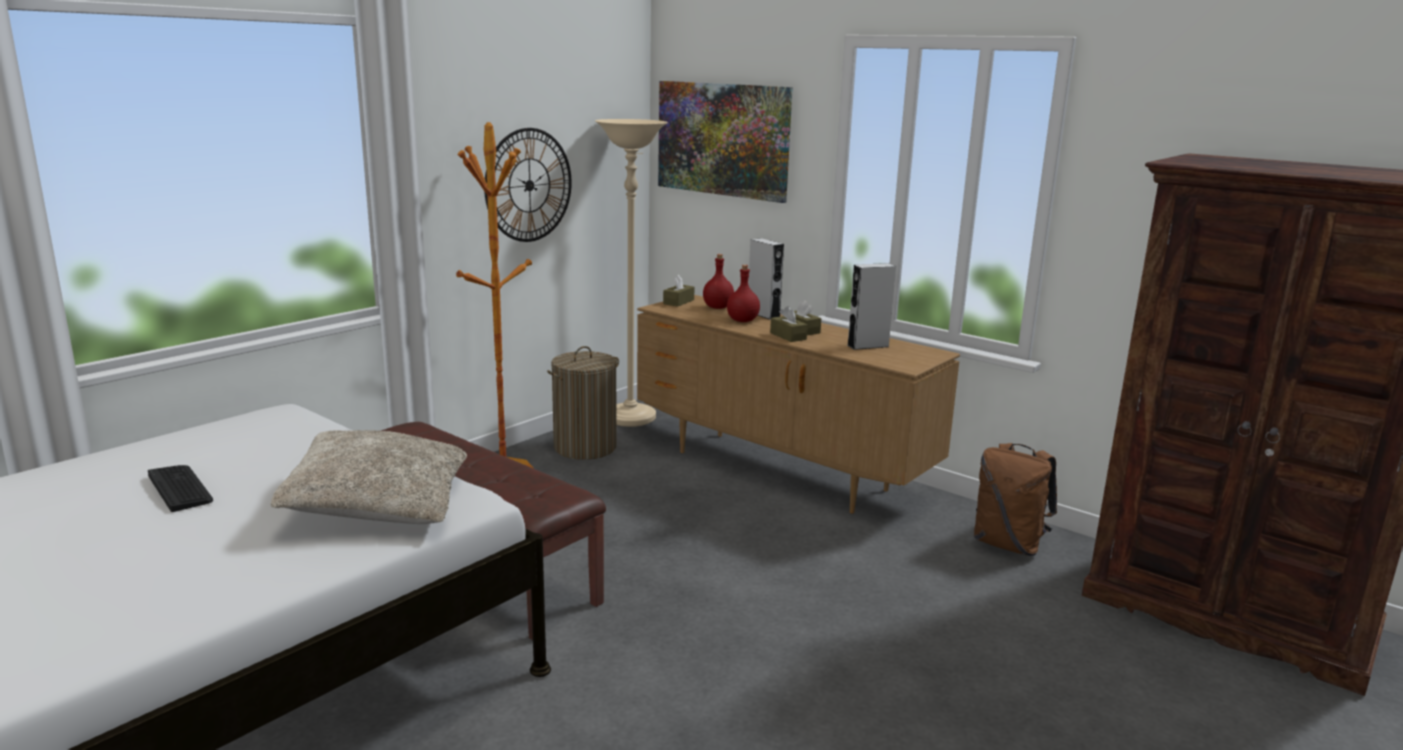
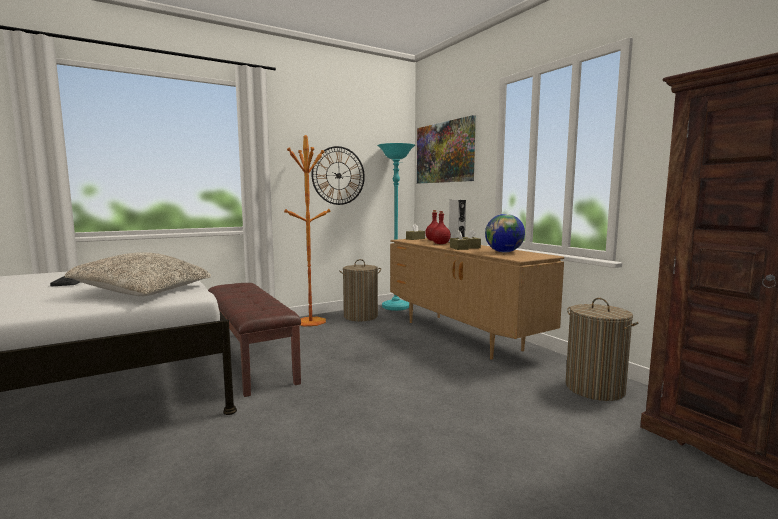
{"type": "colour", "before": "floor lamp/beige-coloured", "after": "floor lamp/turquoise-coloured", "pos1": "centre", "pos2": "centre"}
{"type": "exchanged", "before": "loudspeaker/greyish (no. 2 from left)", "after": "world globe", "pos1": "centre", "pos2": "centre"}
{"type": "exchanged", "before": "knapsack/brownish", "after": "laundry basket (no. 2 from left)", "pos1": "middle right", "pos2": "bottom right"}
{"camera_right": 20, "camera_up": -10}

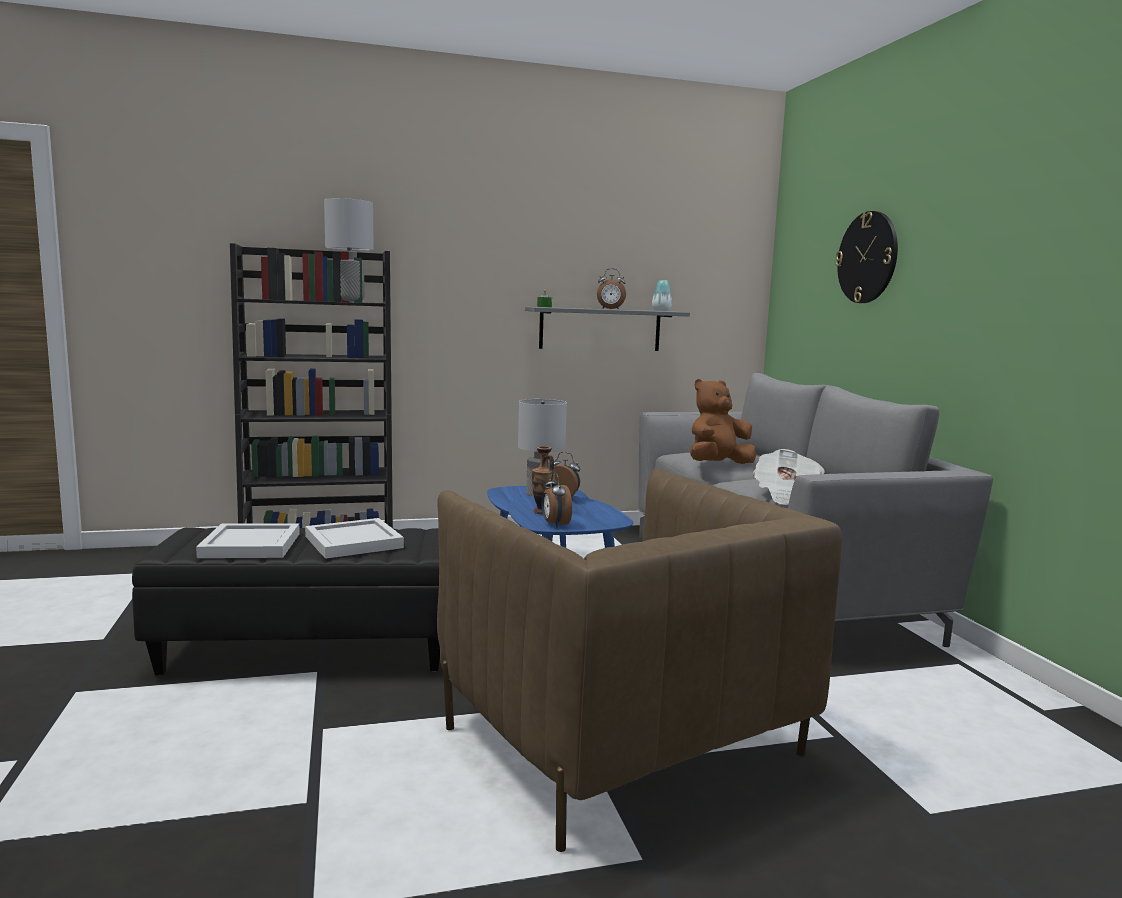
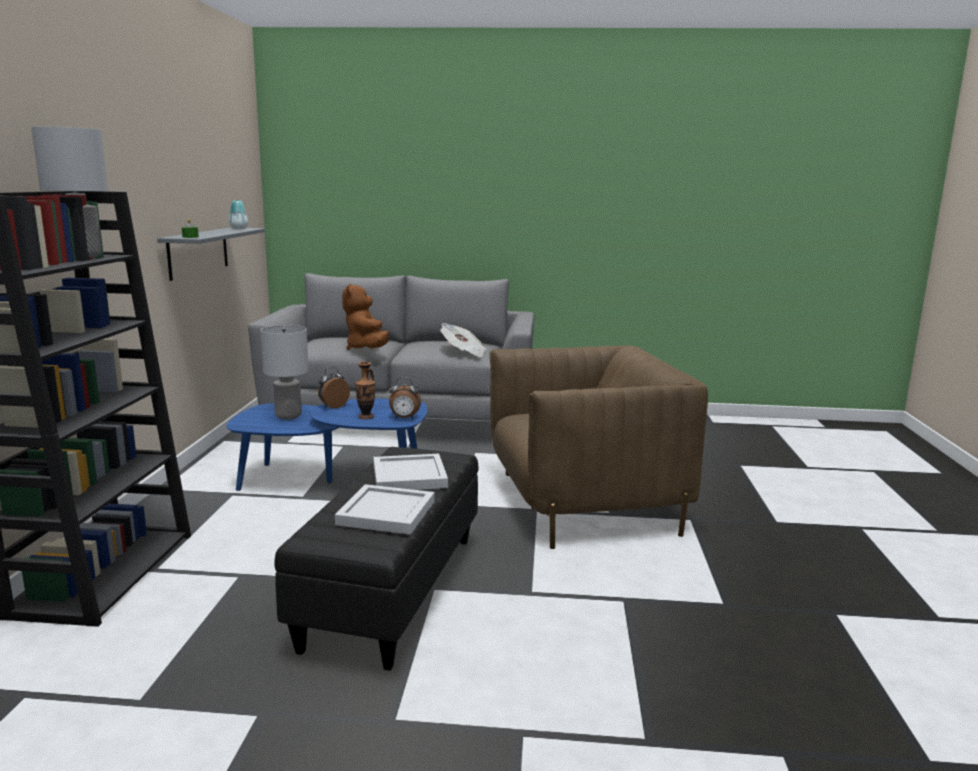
{"type": "missing", "before": "alarm clock (no. 3 from left)", "pos1": "top centre"}
{"type": "missing", "before": "wall clock", "pos1": "top right"}
{"camera_right": -70, "camera_up": 5}

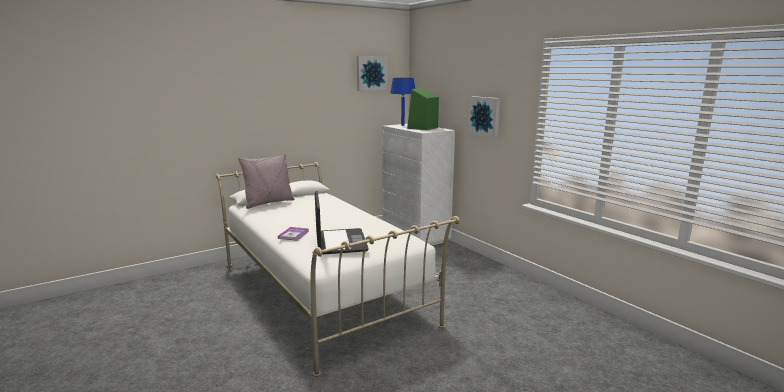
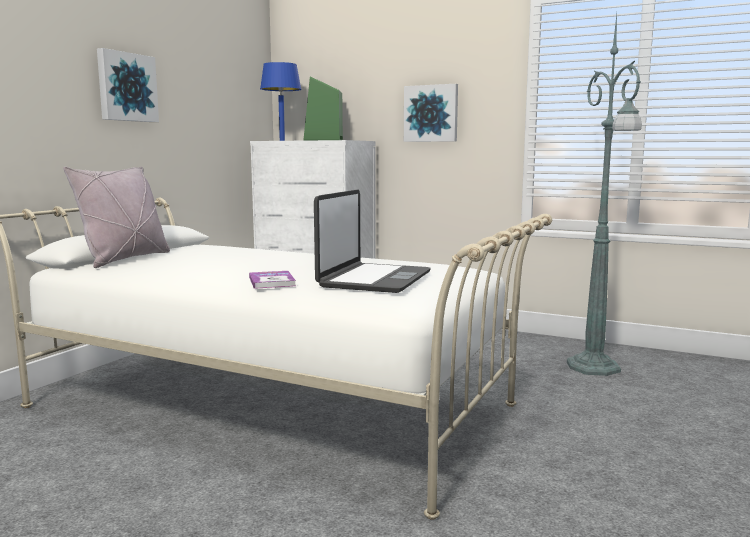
{"type": "relocated", "before": "wall picture (no. 1 from left)", "pos1": "top centre", "pos2": "top left"}
{"type": "spun", "before": "notebook computer", "pos1": "centre", "pos2": "centre", "turn": 60}
{"type": "appeared", "after": "floor lamp/green", "pos2": "middle right"}
{"camera_right": -30, "camera_up": -5}

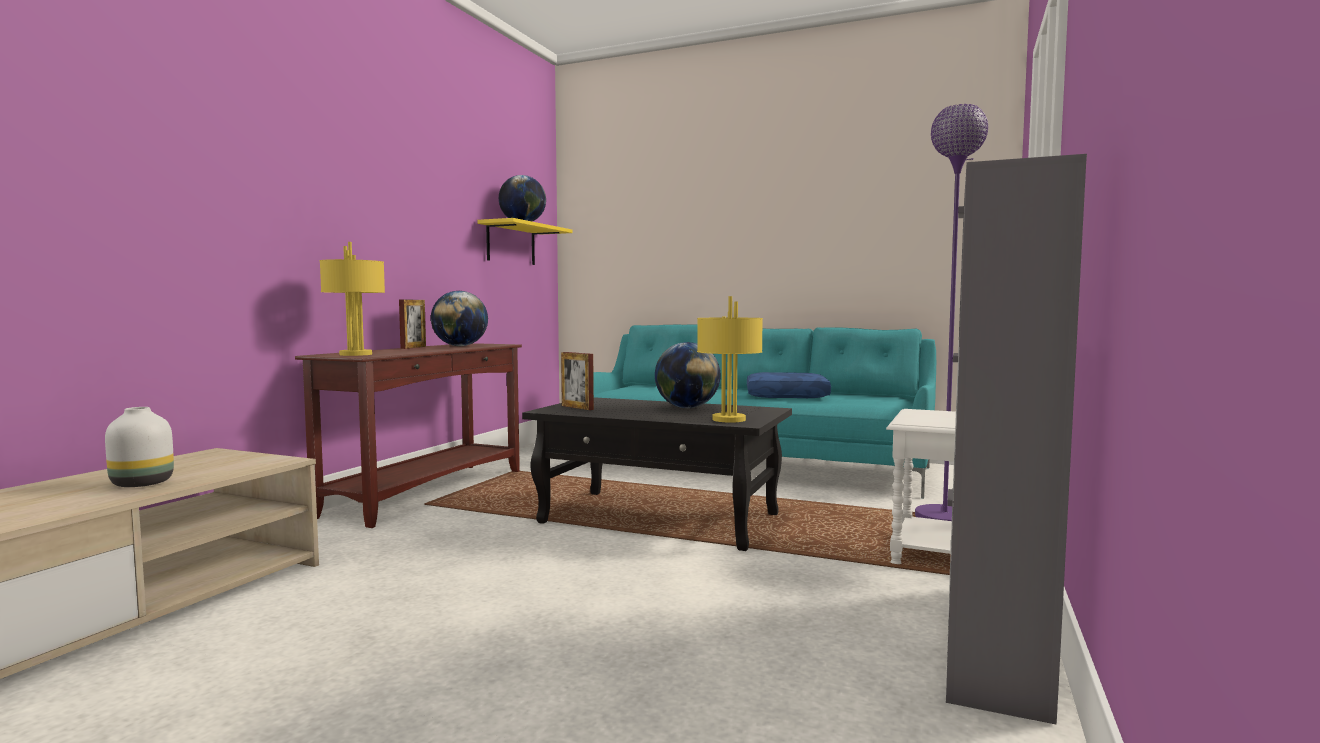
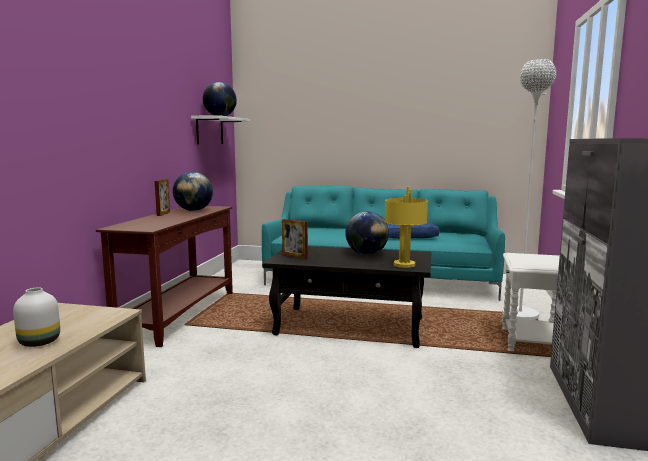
{"type": "colour", "before": "shelf/yellowish", "after": "shelf/whitish", "pos1": "top centre", "pos2": "top centre"}
{"type": "colour", "before": "floor lamp/purplish", "after": "floor lamp/whitish", "pos1": "middle right", "pos2": "middle right"}
{"type": "missing", "before": "tabletop lamp/yellowish (no. 1 from left)", "pos1": "middle left"}
{"camera_right": -10, "camera_up": 5}

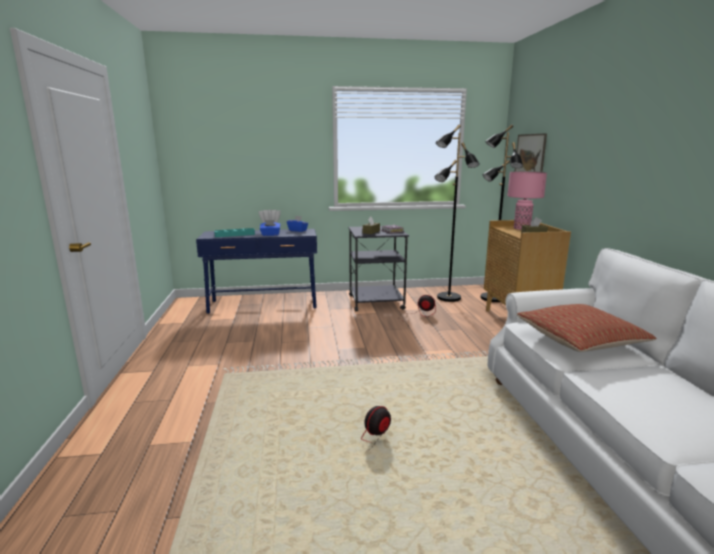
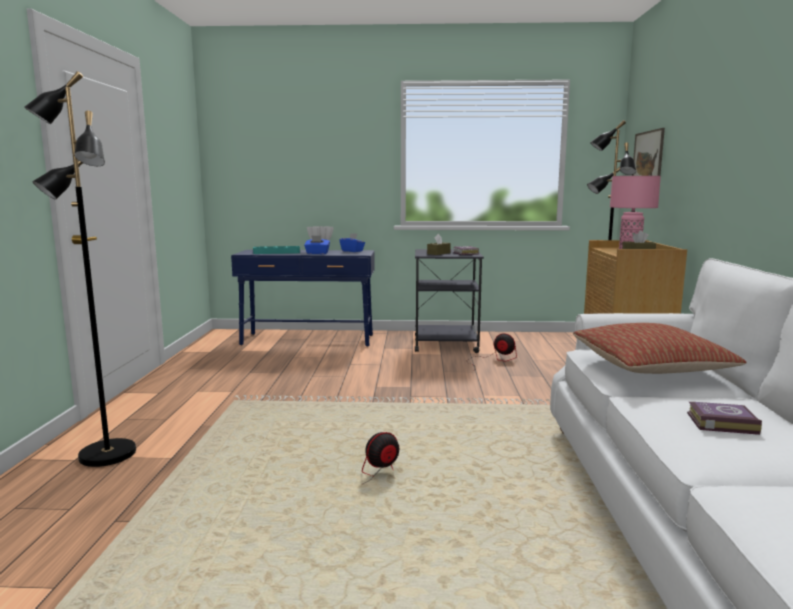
{"type": "relocated", "before": "floor lamp/black-coloured (no. 1 from left)", "pos1": "centre", "pos2": "middle left"}
{"type": "appeared", "after": "volume (no. 2 from left)", "pos2": "bottom right"}
{"camera_right": 10, "camera_up": -5}

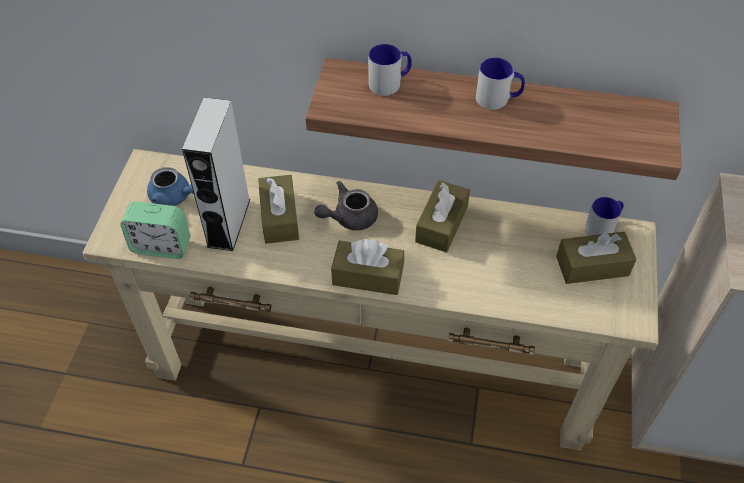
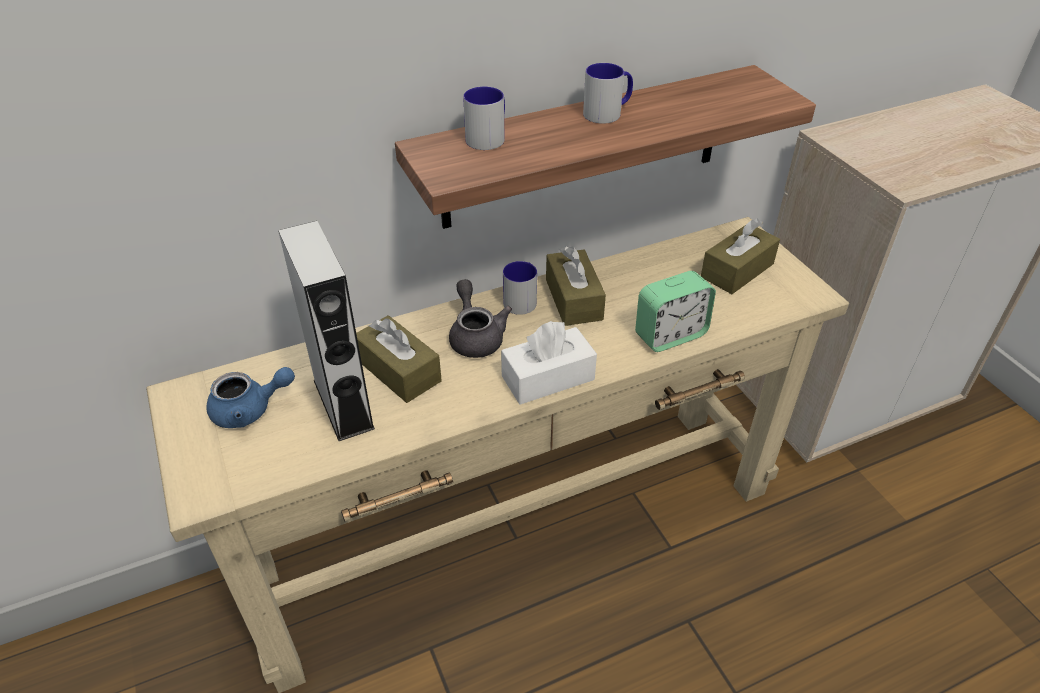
{"type": "spun", "before": "tea pot/greyish", "pos1": "centre", "pos2": "centre", "turn": 135}
{"type": "colour", "before": "tissue box/brownish (no. 2 from left)", "after": "tissue box/whitish", "pos1": "centre", "pos2": "centre"}
{"type": "relocated", "before": "tea mug (no. 3 from left in the first image)", "after": "tea mug (no. 2 from left)", "pos1": "middle right", "pos2": "centre"}
{"type": "relocated", "before": "alarm clock", "pos1": "middle left", "pos2": "centre"}
{"camera_right": -35, "camera_up": -10}

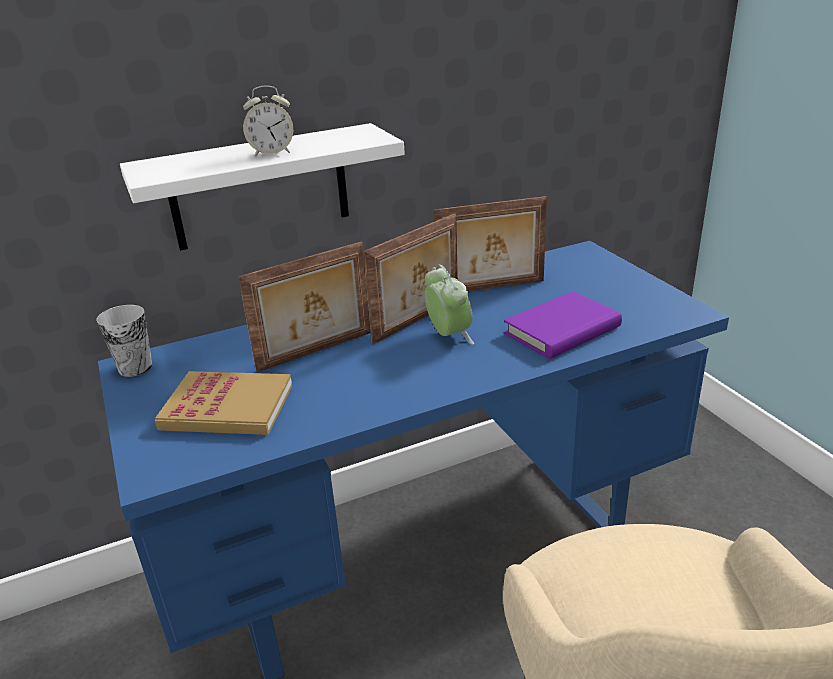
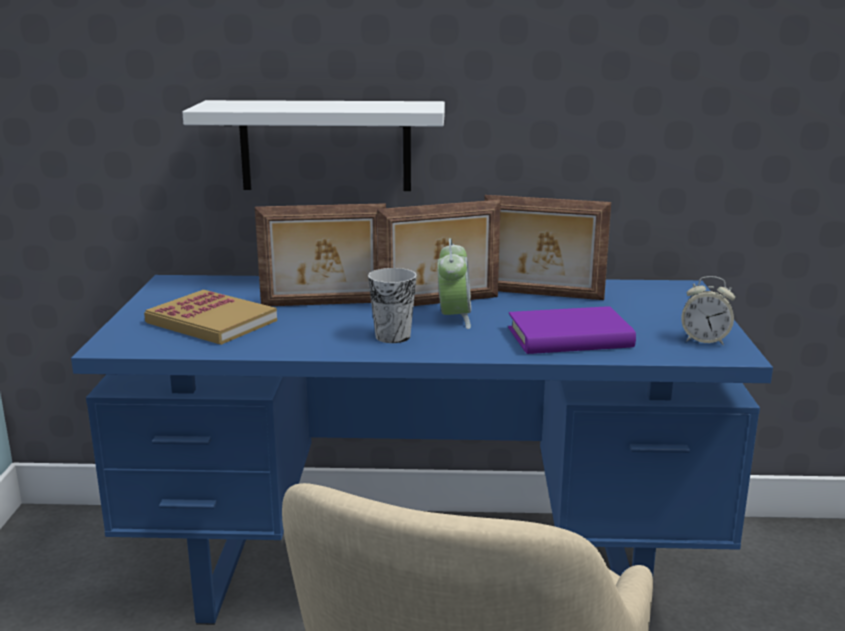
{"type": "relocated", "before": "cup", "pos1": "middle left", "pos2": "centre"}
{"type": "relocated", "before": "alarm clock (no. 1 from left in the first image)", "after": "alarm clock (no. 2 from left)", "pos1": "top left", "pos2": "middle right"}
{"camera_right": 25, "camera_up": -10}

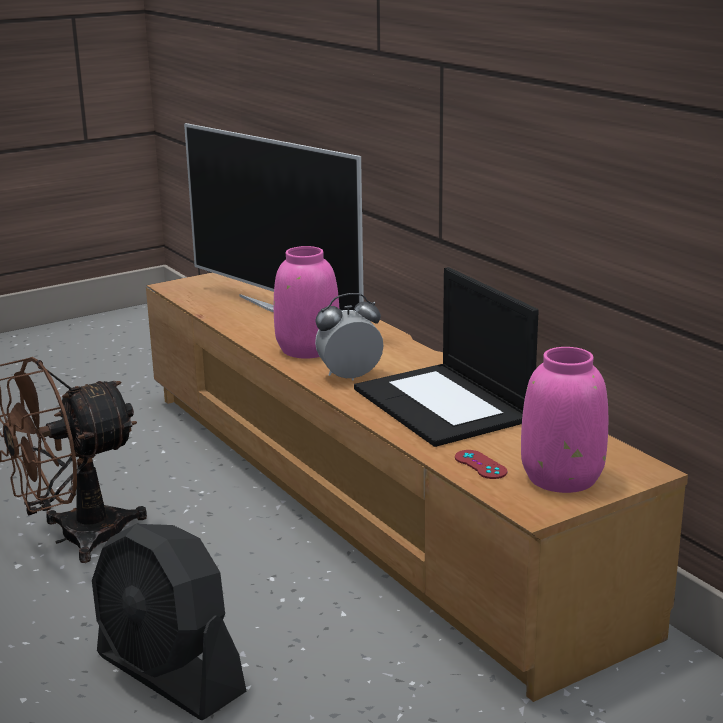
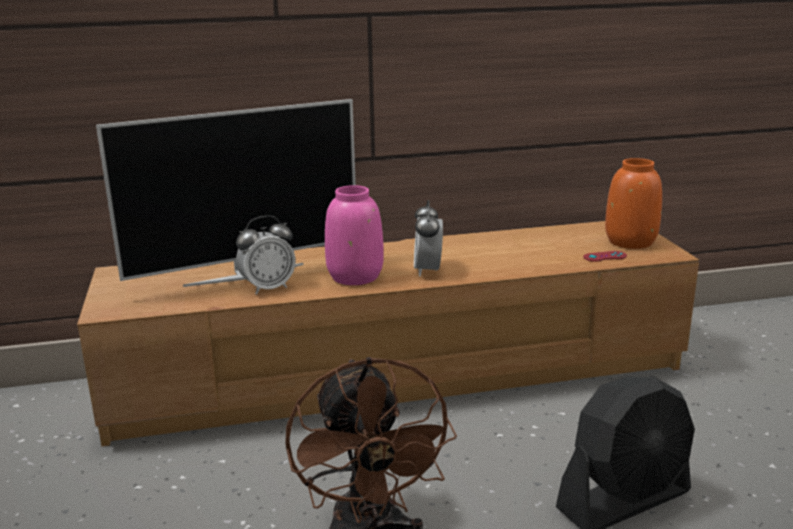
{"type": "appeared", "after": "alarm clock (no. 1 from left)", "pos2": "centre"}
{"type": "colour", "before": "decorative vase/pink-coloured (no. 2 from left)", "after": "decorative vase/orangey", "pos1": "middle right", "pos2": "middle right"}
{"type": "missing", "before": "notebook computer", "pos1": "centre"}
{"camera_right": -70, "camera_up": 0}

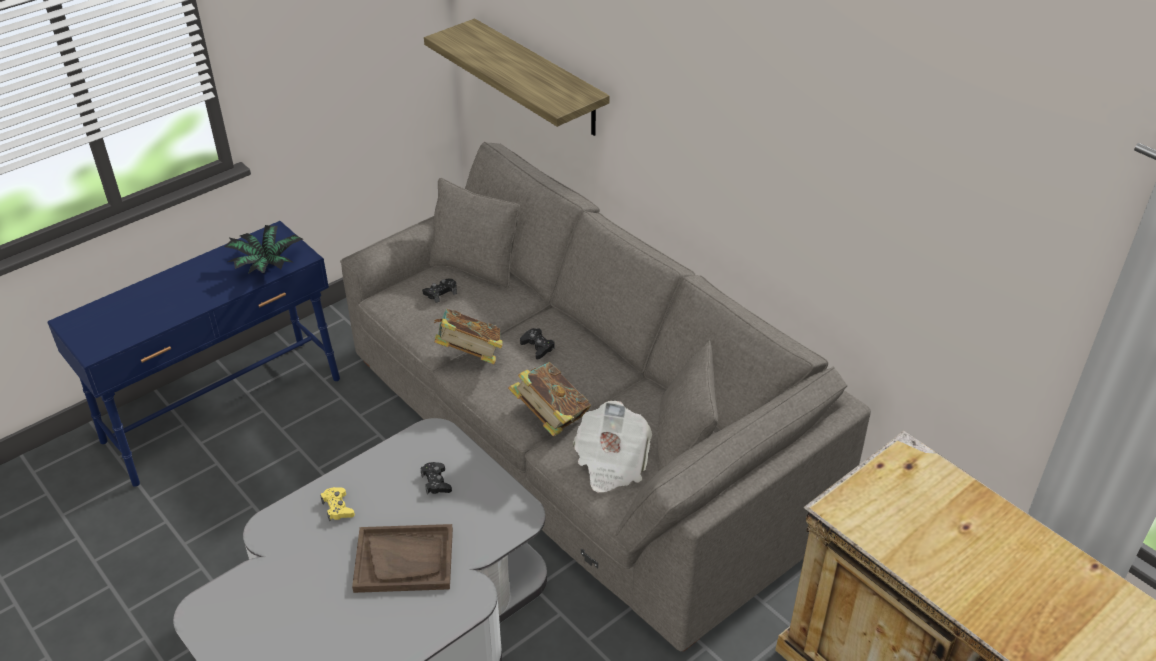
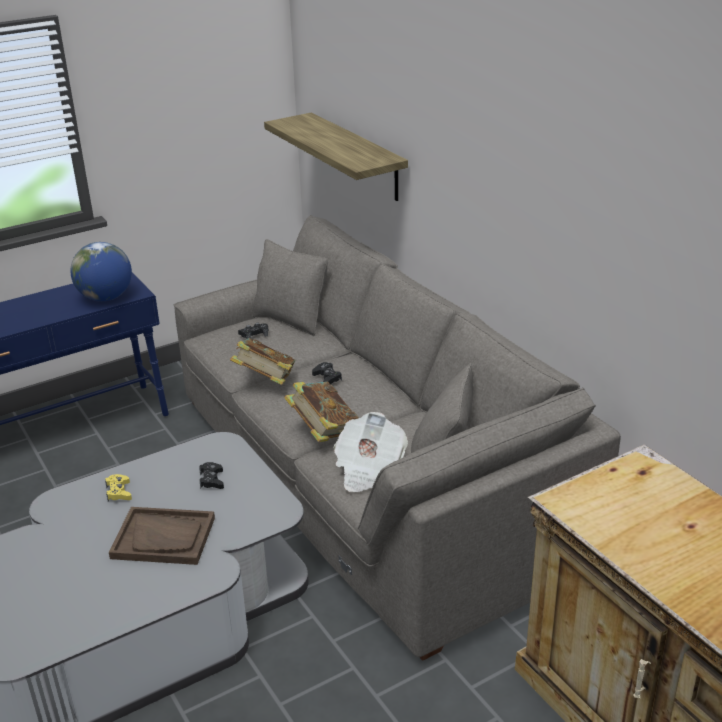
{"type": "exchanged", "before": "potted plant", "after": "world globe", "pos1": "middle left", "pos2": "middle left"}
{"camera_right": 10, "camera_up": -10}

